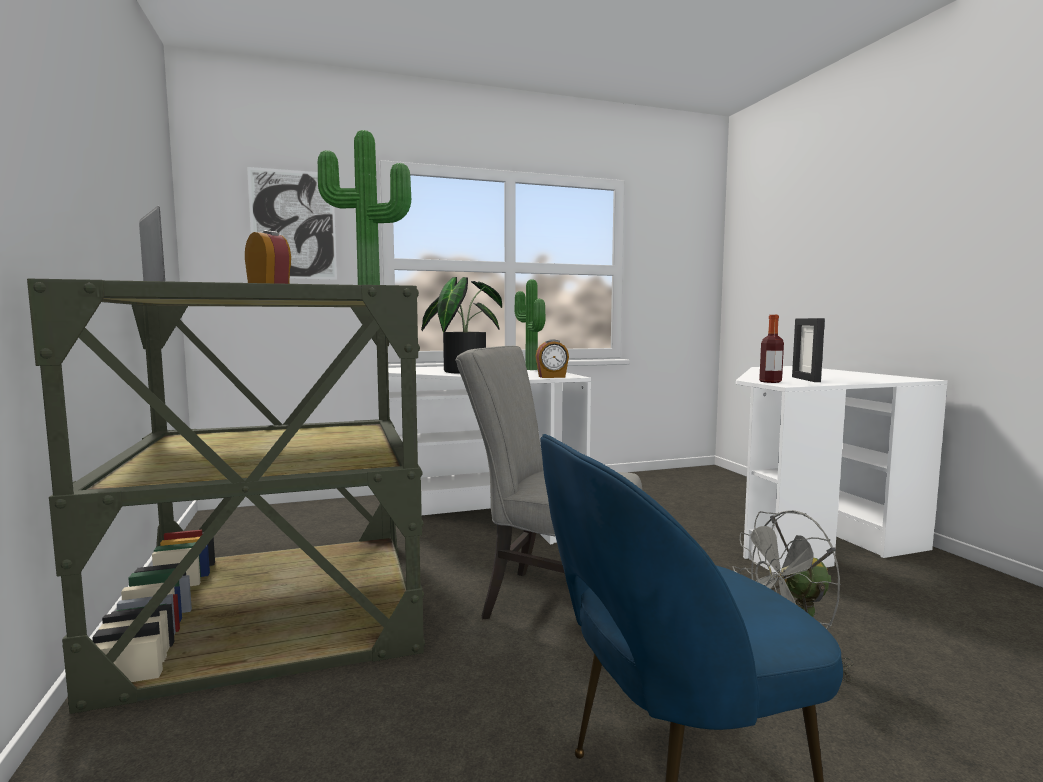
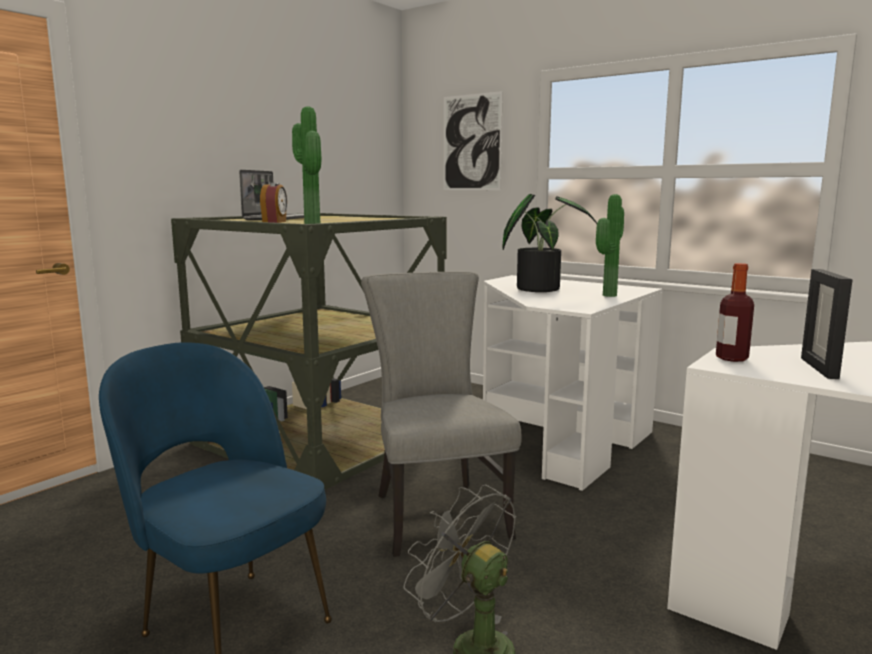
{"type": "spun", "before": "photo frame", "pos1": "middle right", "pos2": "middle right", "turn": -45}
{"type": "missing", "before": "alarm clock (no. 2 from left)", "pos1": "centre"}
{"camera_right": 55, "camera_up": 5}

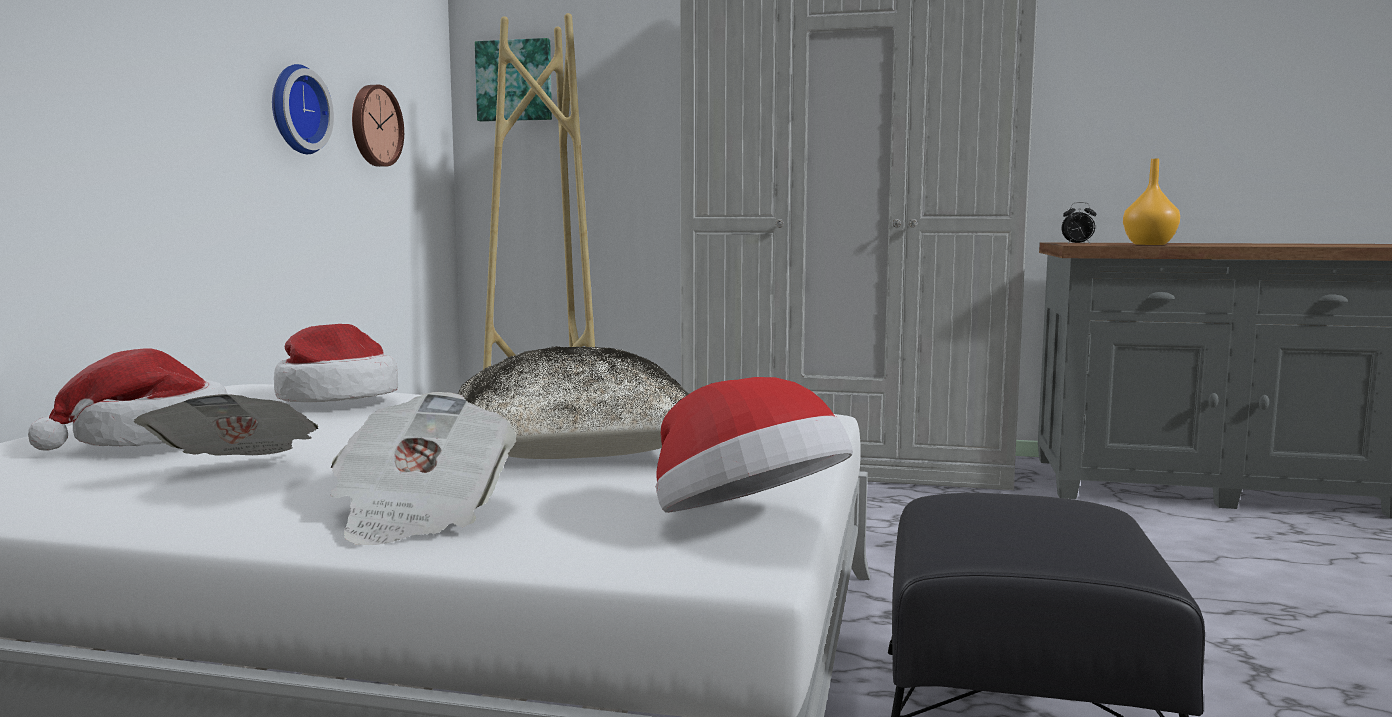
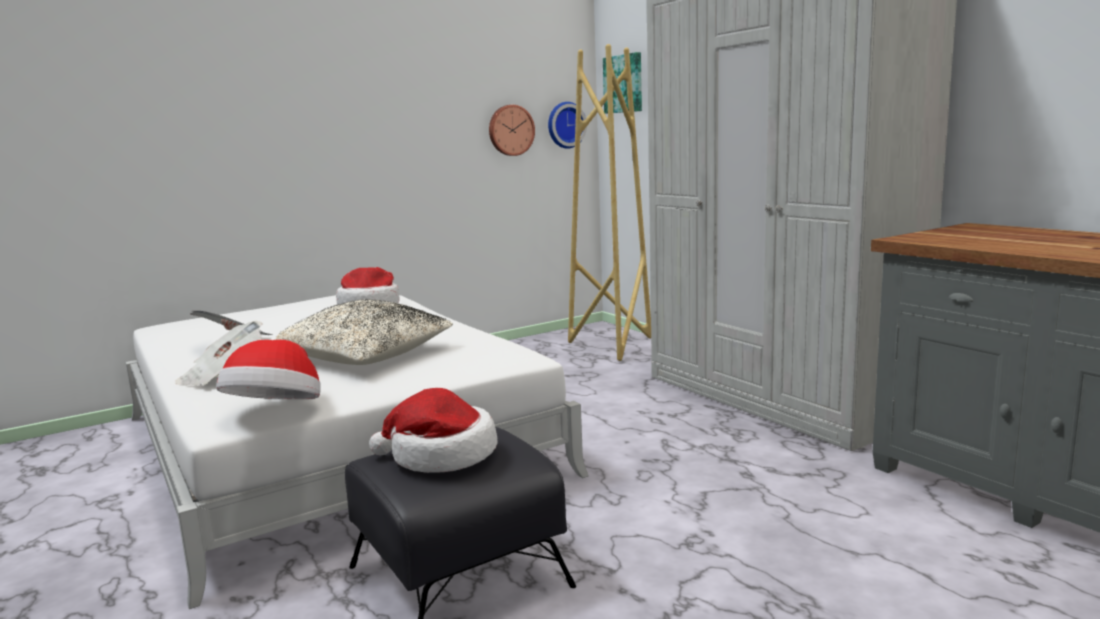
{"type": "relocated", "before": "hat (no. 1 from left in the first image)", "after": "hat (no. 3 from left)", "pos1": "middle left", "pos2": "bottom centre"}
{"type": "relocated", "before": "wall clock (no. 1 from left in the first image)", "after": "wall clock (no. 2 from left)", "pos1": "top left", "pos2": "top centre"}
{"type": "missing", "before": "alarm clock", "pos1": "top right"}
{"type": "missing", "before": "decorative vase/orangey", "pos1": "top right"}
{"camera_right": 45, "camera_up": 5}

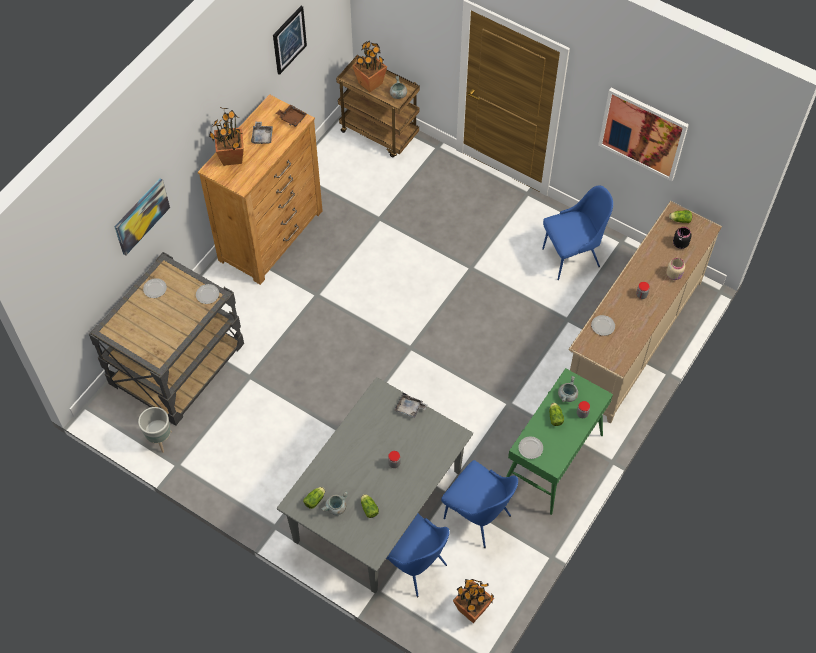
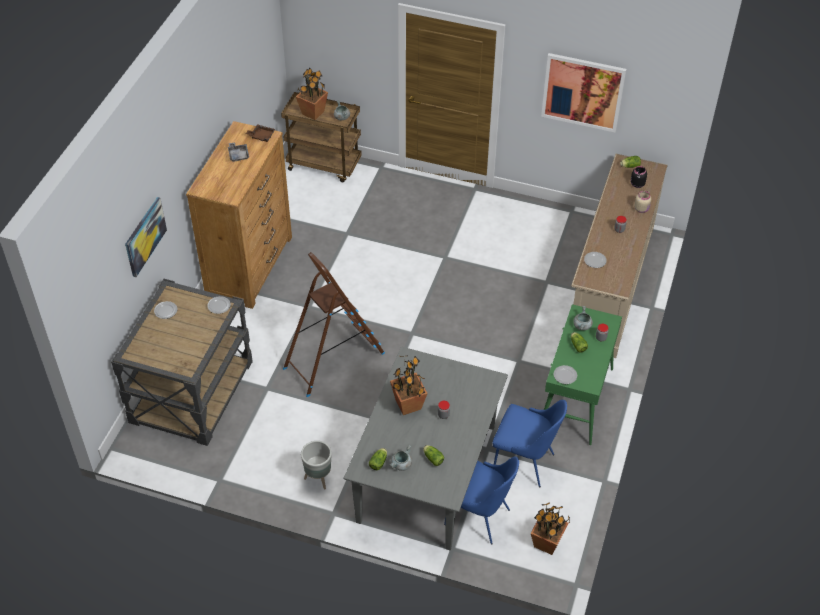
{"type": "appeared", "after": "step stool/brownish", "pos2": "centre"}
{"type": "relocated", "before": "flower pot/greyish", "pos1": "middle left", "pos2": "bottom centre"}
{"type": "relocated", "before": "potted plant (no. 1 from left in the first image)", "after": "potted plant (no. 2 from left)", "pos1": "top left", "pos2": "centre"}
{"type": "missing", "before": "wall picture (no. 2 from left)", "pos1": "top centre"}
{"type": "missing", "before": "carrying tray/greyish (no. 2 from left)", "pos1": "centre"}
{"type": "missing", "before": "plain chair/blue-coloured (no. 3 from left)", "pos1": "middle right"}
{"camera_right": -15, "camera_up": -10}

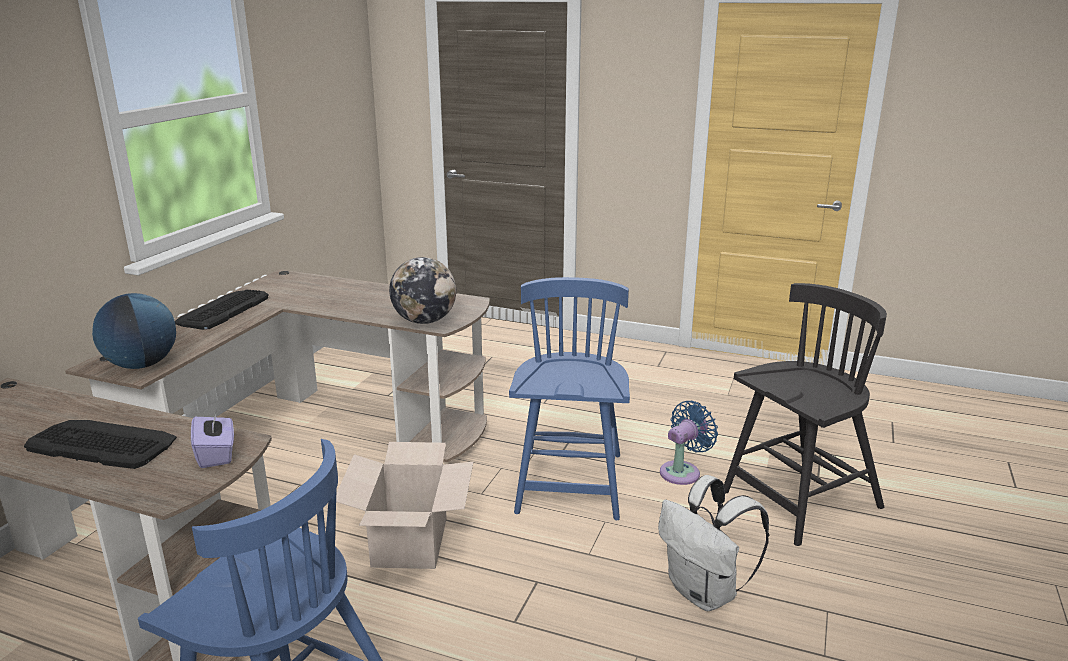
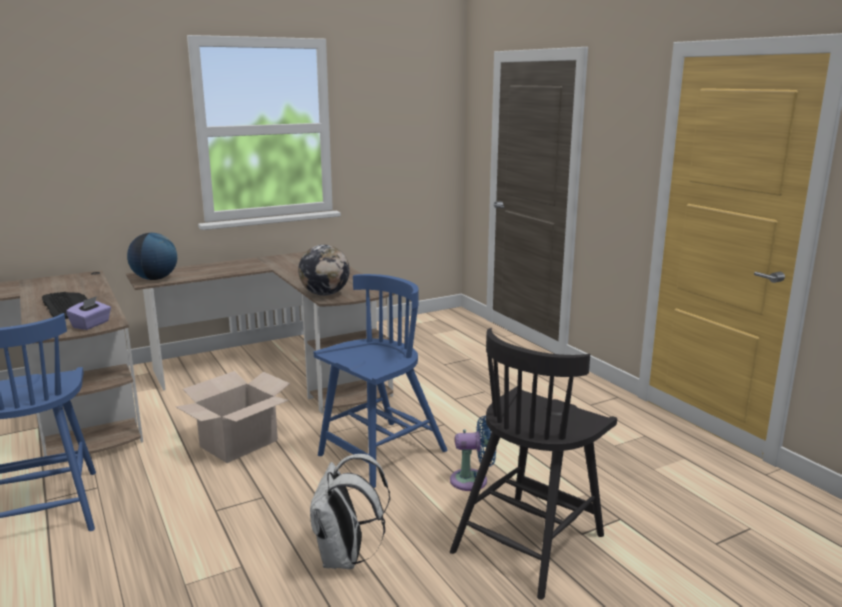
{"type": "spun", "before": "plain chair/black-coloured", "pos1": "middle right", "pos2": "bottom centre", "turn": 120}
{"type": "missing", "before": "PC keyboard (no. 2 from left)", "pos1": "middle left"}
{"camera_right": 40, "camera_up": -5}

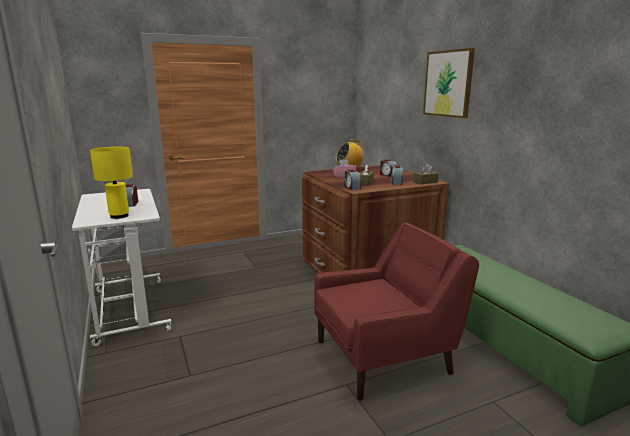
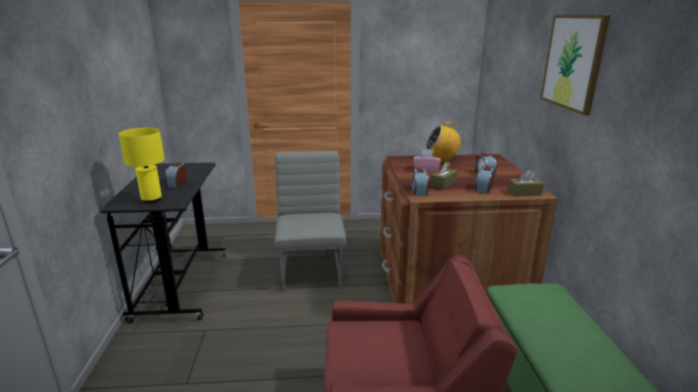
{"type": "colour", "before": "desk unit/whitish", "after": "desk unit/black-coloured", "pos1": "middle left", "pos2": "middle left"}
{"type": "appeared", "after": "plain chair/greyish", "pos2": "centre"}
{"camera_right": 20, "camera_up": 5}

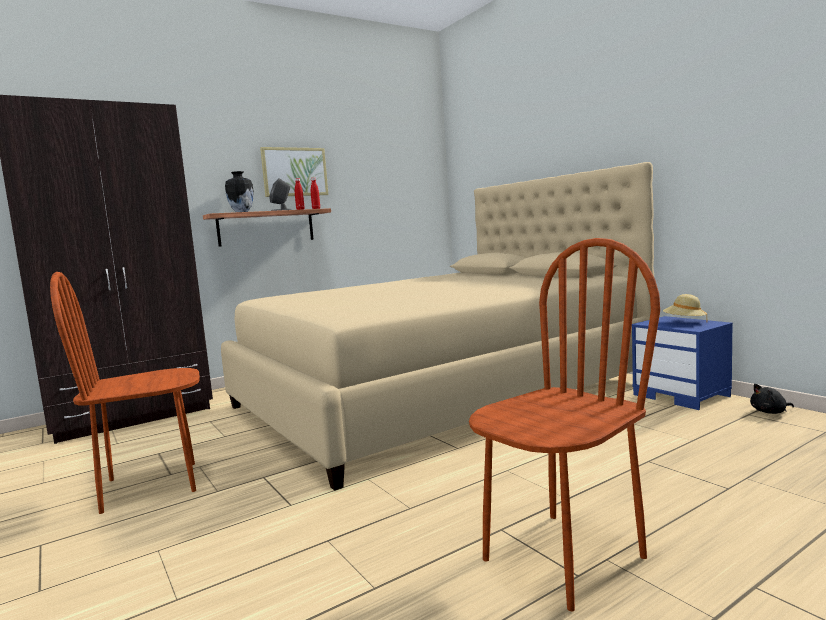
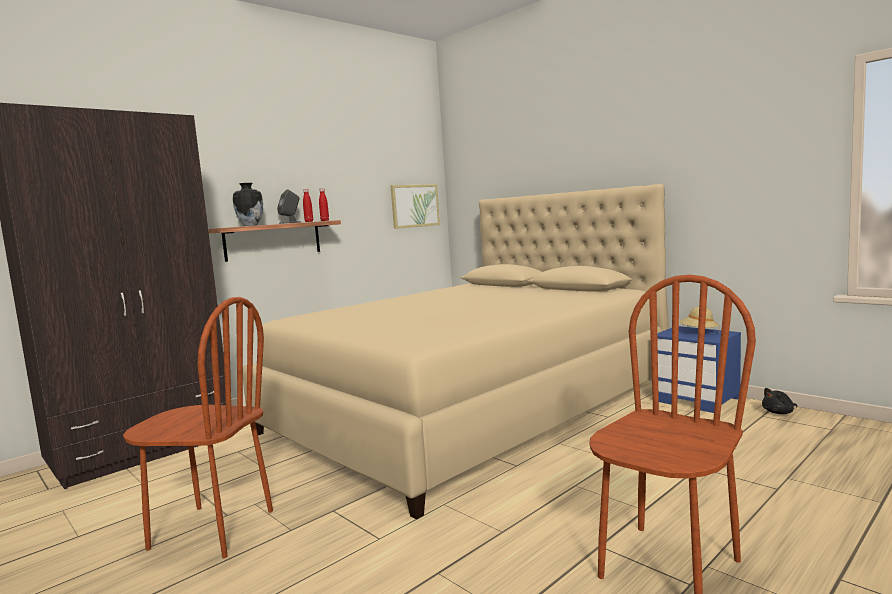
{"type": "spun", "before": "plain chair/brownish (no. 1 from left)", "pos1": "middle left", "pos2": "bottom left", "turn": -135}
{"type": "relocated", "before": "wall picture", "pos1": "top centre", "pos2": "centre"}
{"camera_right": -10, "camera_up": 0}

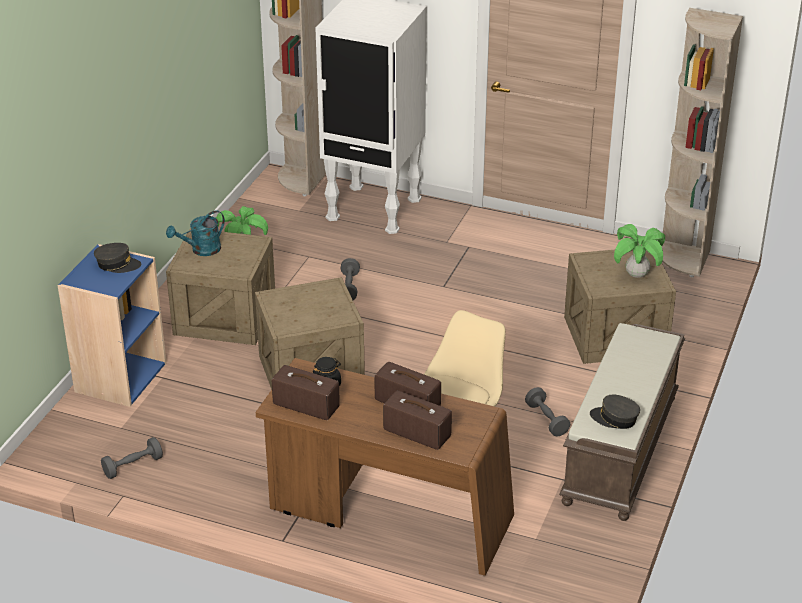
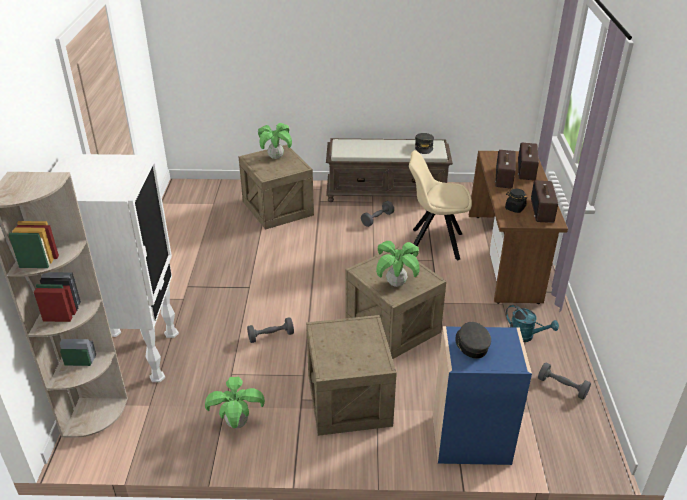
{"type": "appeared", "after": "potted plant (no. 3 from left)", "pos2": "centre"}
{"type": "relocated", "before": "sprinkling can/turquoise-coloured", "pos1": "middle left", "pos2": "middle right"}
{"type": "missing", "before": "bookcase/beige-coloured (no. 2 from left)", "pos1": "top right"}
{"camera_right": -110, "camera_up": 0}

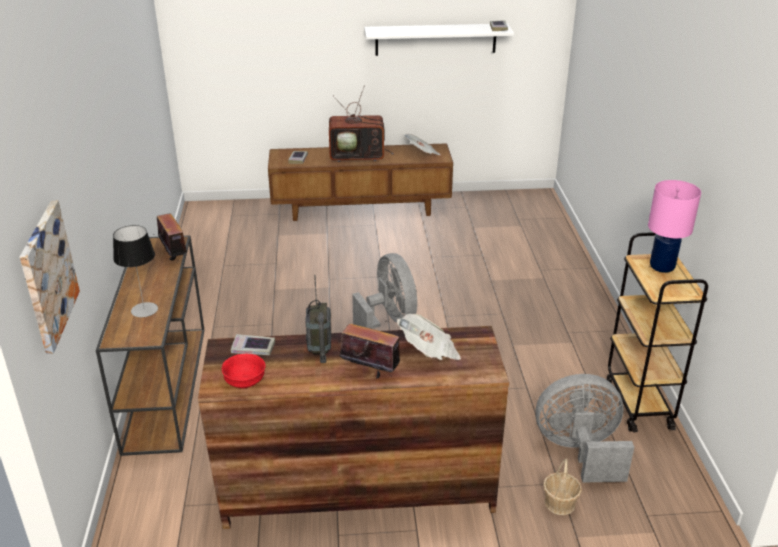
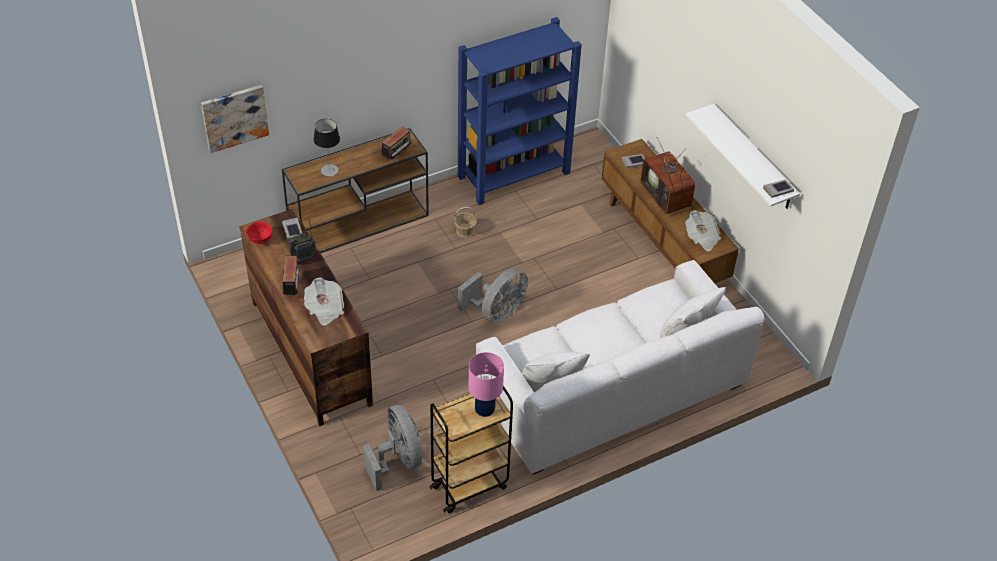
{"type": "relocated", "before": "storage basket", "pos1": "bottom right", "pos2": "centre"}
{"type": "appeared", "after": "bookcase/blue-coloured", "pos2": "top centre"}
{"type": "appeared", "after": "settee/whitish", "pos2": "centre"}
{"camera_right": 65, "camera_up": 15}

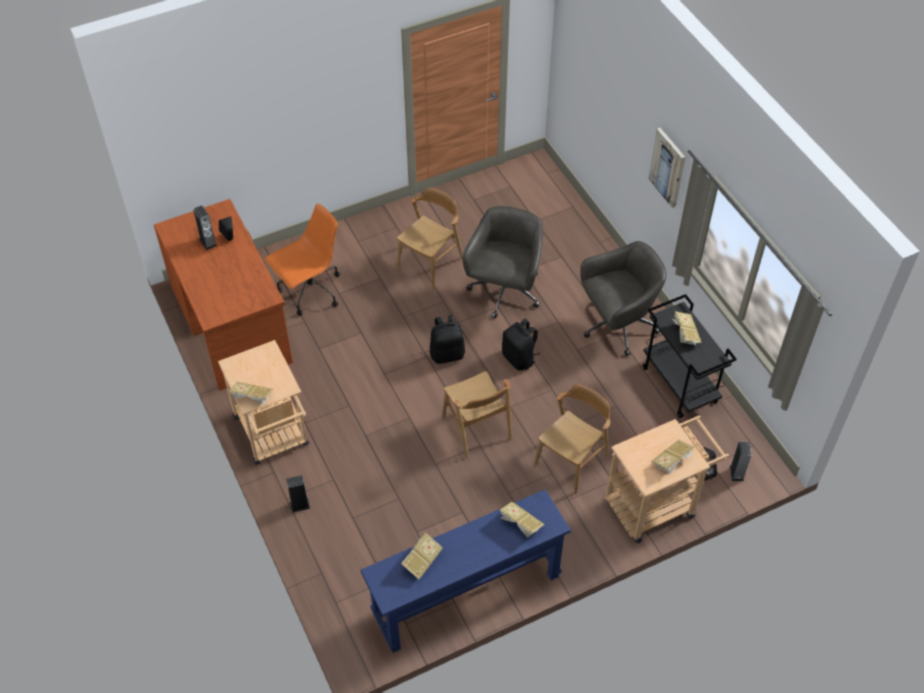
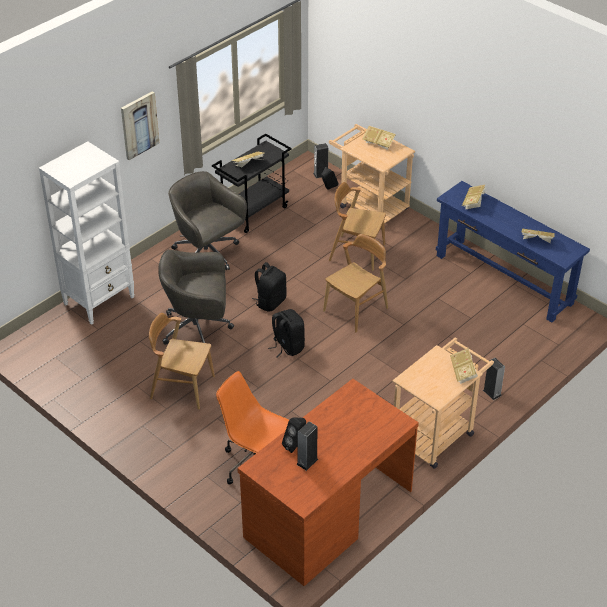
{"type": "appeared", "after": "bookcase/whitish", "pos2": "middle left"}
{"camera_right": -110, "camera_up": -10}

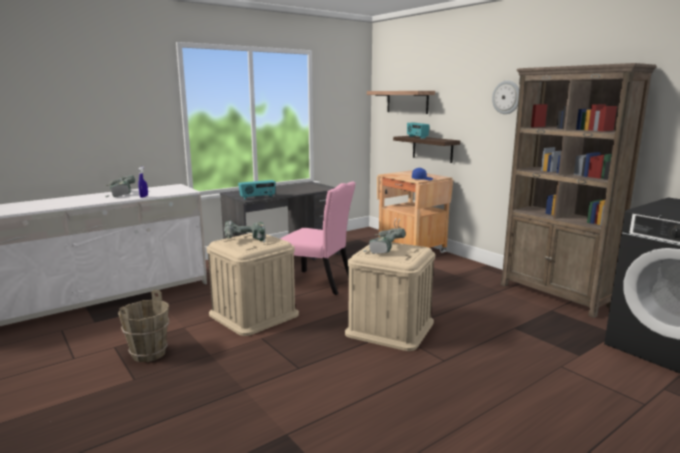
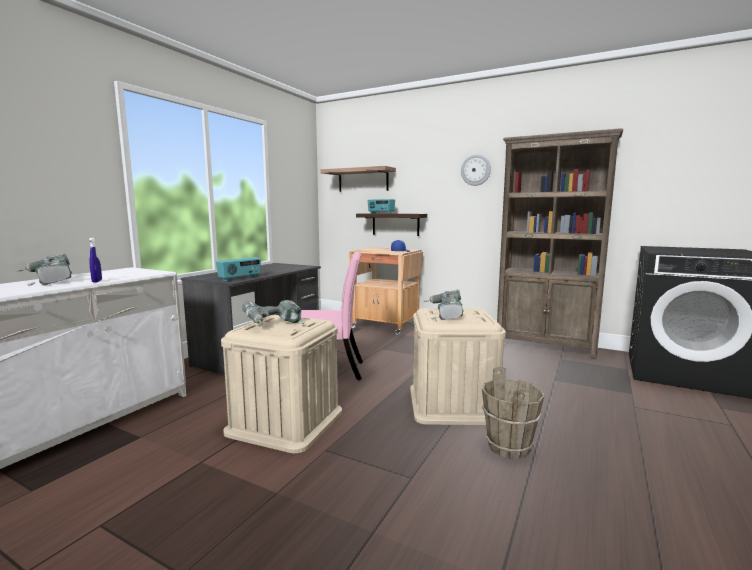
{"type": "relocated", "before": "pail/brownish", "pos1": "bottom left", "pos2": "bottom right"}
{"camera_right": -25, "camera_up": -5}

